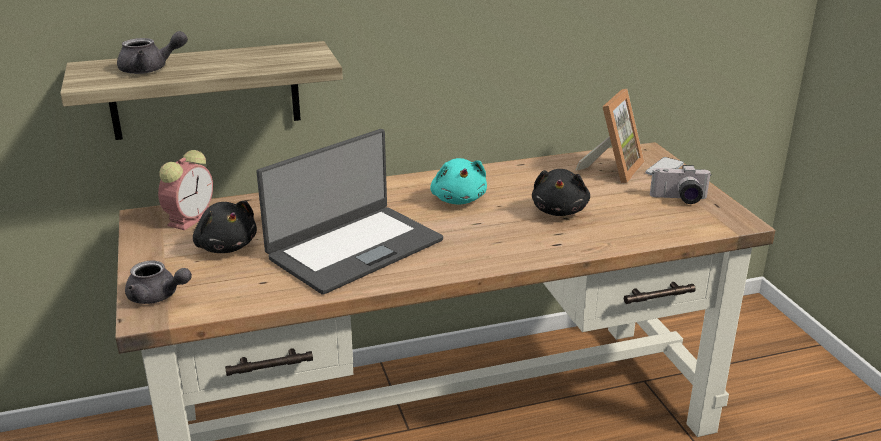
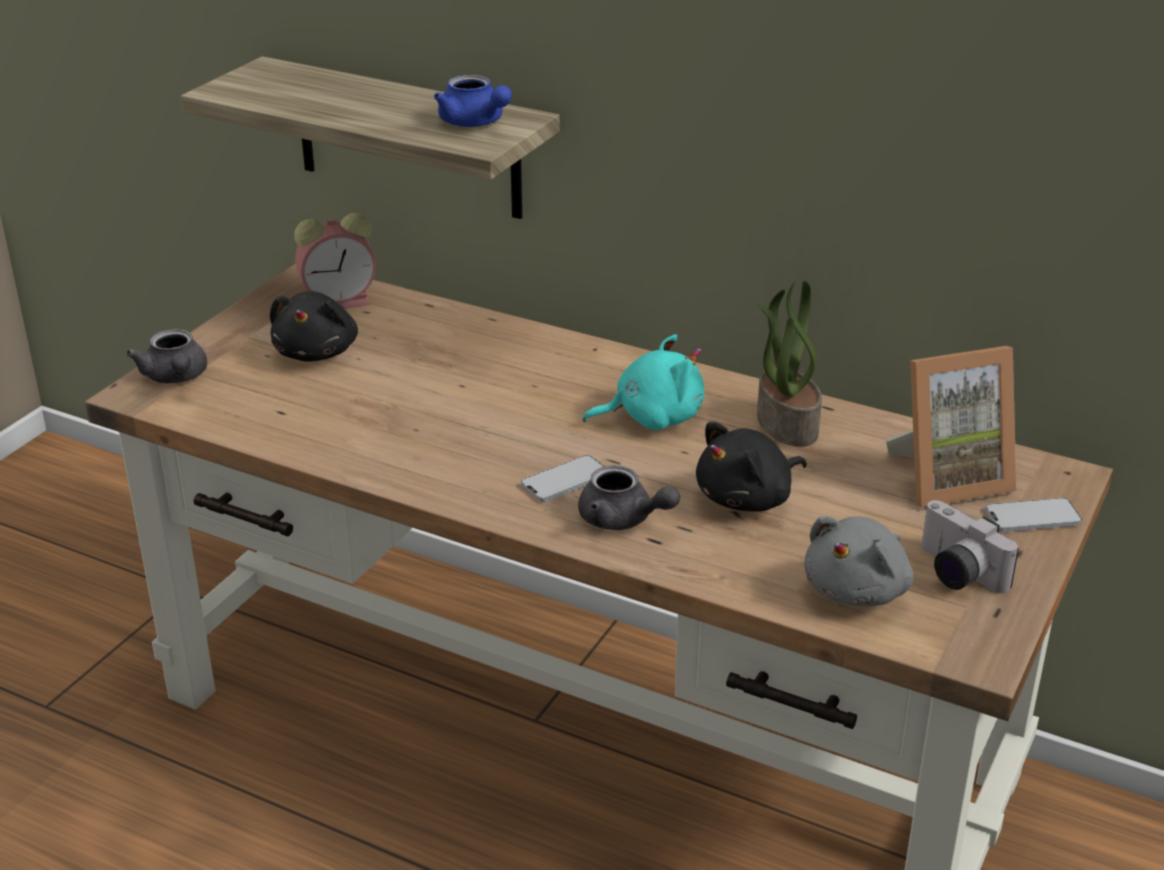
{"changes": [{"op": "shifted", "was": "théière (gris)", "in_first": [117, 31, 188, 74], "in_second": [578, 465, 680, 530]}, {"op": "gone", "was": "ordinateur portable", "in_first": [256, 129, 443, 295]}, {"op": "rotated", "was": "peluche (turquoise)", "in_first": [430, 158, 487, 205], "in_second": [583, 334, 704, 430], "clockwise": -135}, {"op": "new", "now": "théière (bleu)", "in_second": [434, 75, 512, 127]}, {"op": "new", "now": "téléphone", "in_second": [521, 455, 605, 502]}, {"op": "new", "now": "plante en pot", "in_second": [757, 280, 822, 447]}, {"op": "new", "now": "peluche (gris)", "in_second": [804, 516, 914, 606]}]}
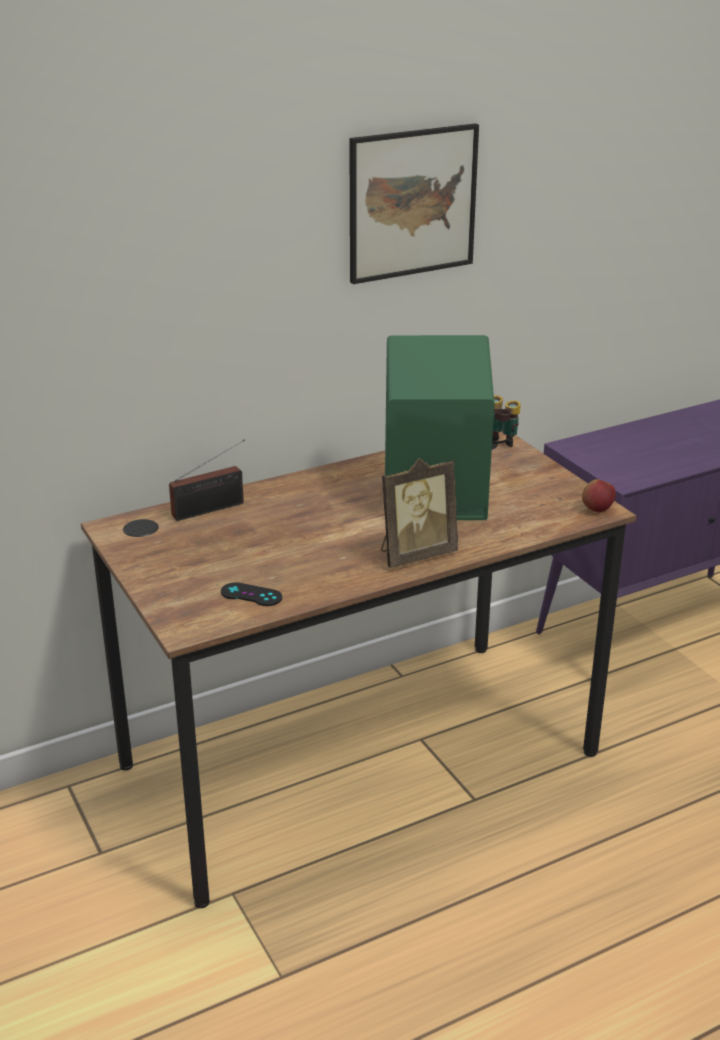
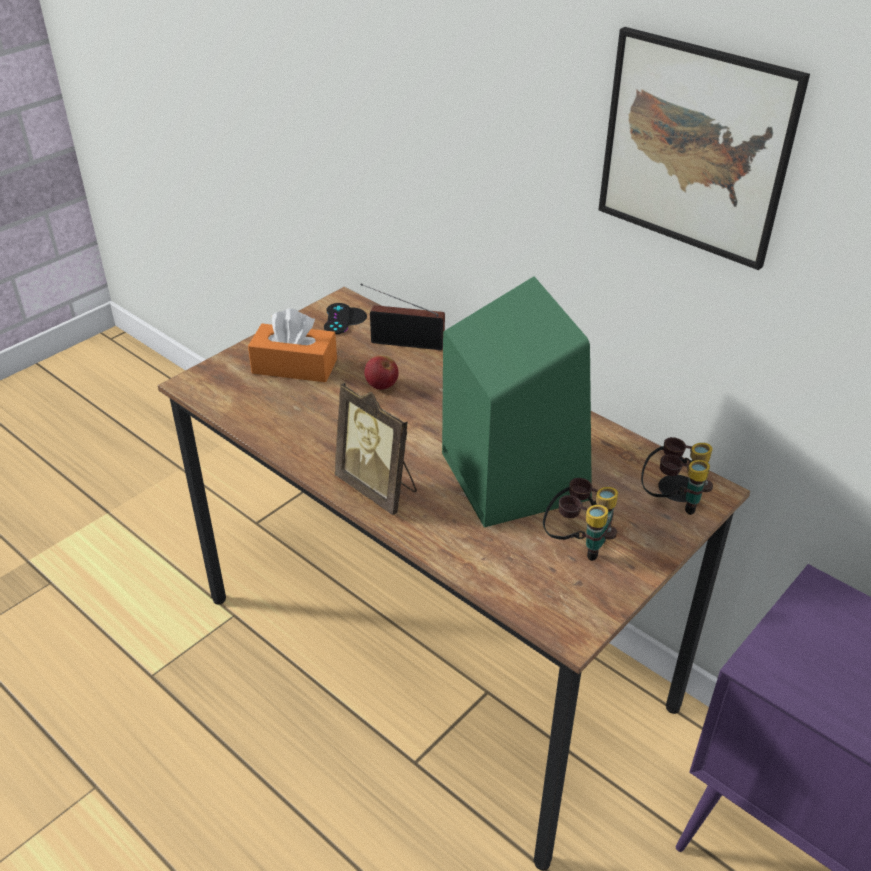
{"changes": [{"op": "rotated", "was": "radio", "in_first": [169, 439, 245, 521], "in_second": [360, 284, 445, 350], "clockwise": 150}, {"op": "shifted", "was": "manette (noir)", "in_first": [221, 582, 282, 606], "in_second": [324, 303, 350, 334]}, {"op": "shifted", "was": "pomme", "in_first": [582, 479, 616, 512], "in_second": [364, 355, 399, 390]}, {"op": "new", "now": "boîte à mouchoirs (orange)", "in_second": [248, 308, 337, 382]}, {"op": "new", "now": "jumelles", "in_second": [543, 478, 618, 561]}]}
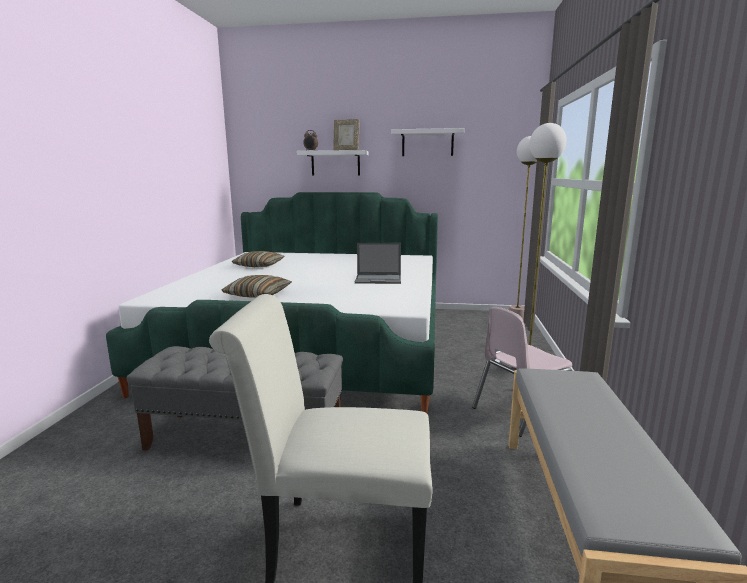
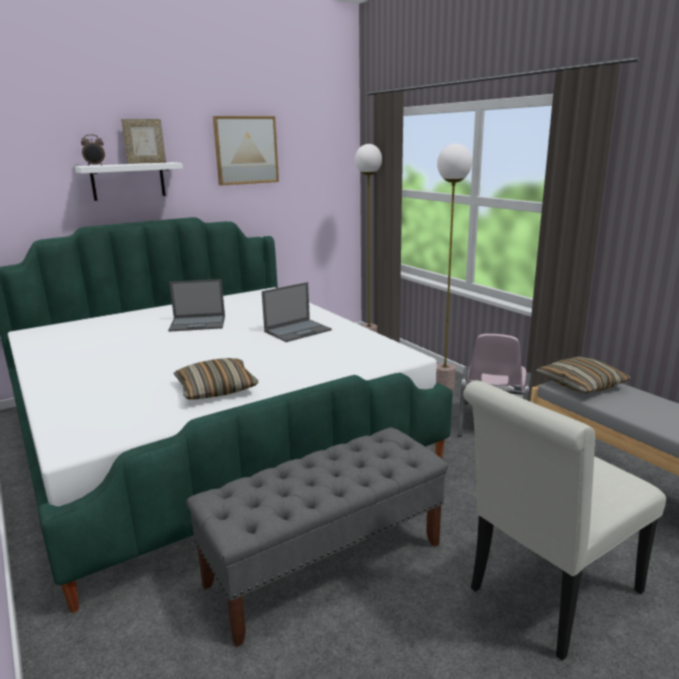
{"changes": [{"op": "shifted", "was": "coussin", "in_first": [232, 251, 285, 267], "in_second": [536, 357, 631, 394]}, {"op": "swapped", "was": "étagère (blanc)", "now": "tableau", "in_first": [391, 128, 465, 156], "in_second": [213, 116, 279, 186]}, {"op": "new", "now": "ordinateur portable", "in_second": [168, 279, 225, 332]}]}
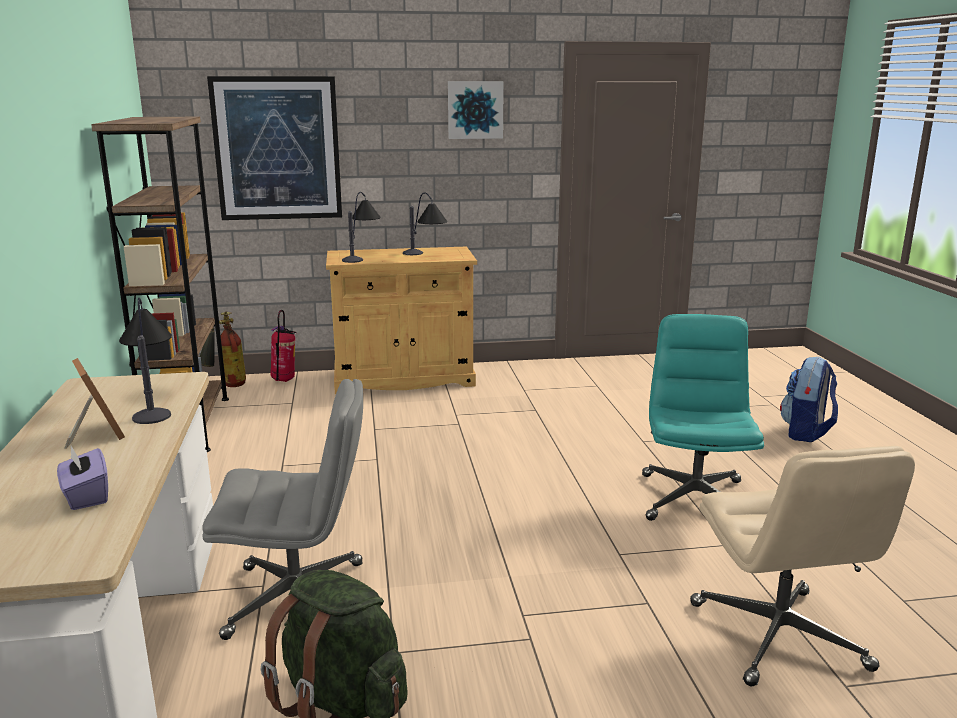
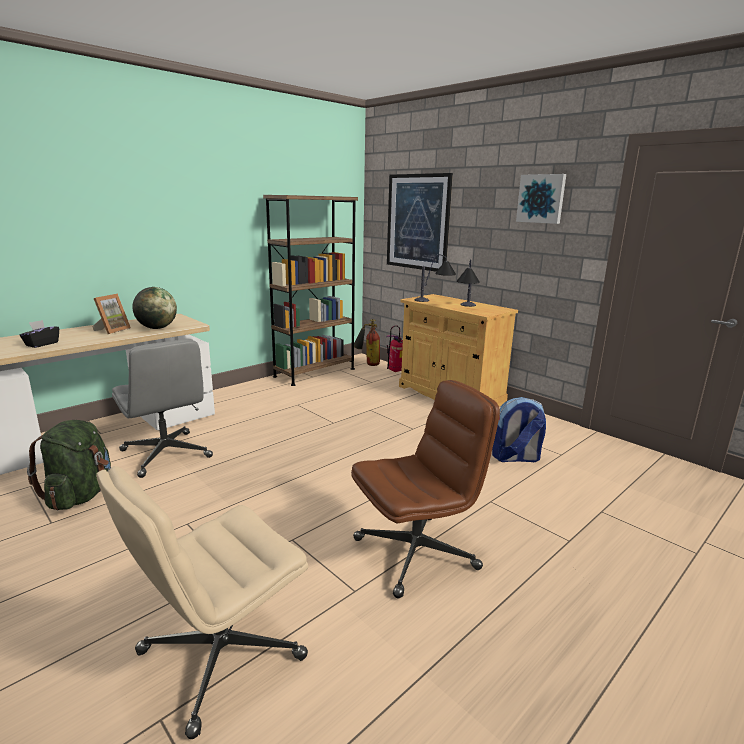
{"changes": [{"op": "repainted", "was": "boîte à mouchoirs (violet)", "now": "boîte à mouchoirs (noir)", "in_first": [57, 446, 108, 510], "in_second": [19, 320, 59, 348]}, {"op": "swapped", "was": "lampe de table", "now": "globe", "in_first": [119, 298, 172, 424], "in_second": [132, 287, 177, 329]}, {"op": "repainted", "was": "chaise de bureau (turquoise)", "now": "chaise de bureau (marron)", "in_first": [642, 314, 764, 521], "in_second": [351, 380, 500, 598]}, {"op": "shifted", "was": "sac à dos", "in_first": [780, 356, 838, 442], "in_second": [492, 397, 546, 462]}]}
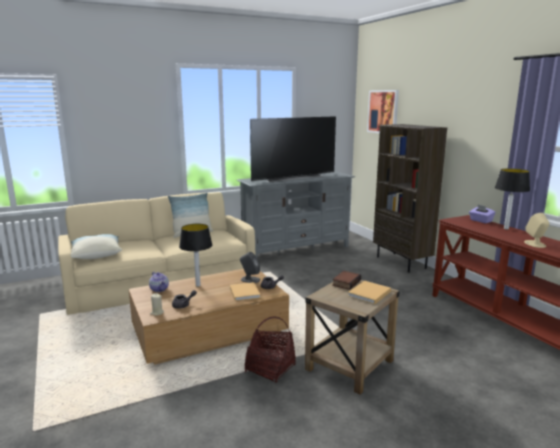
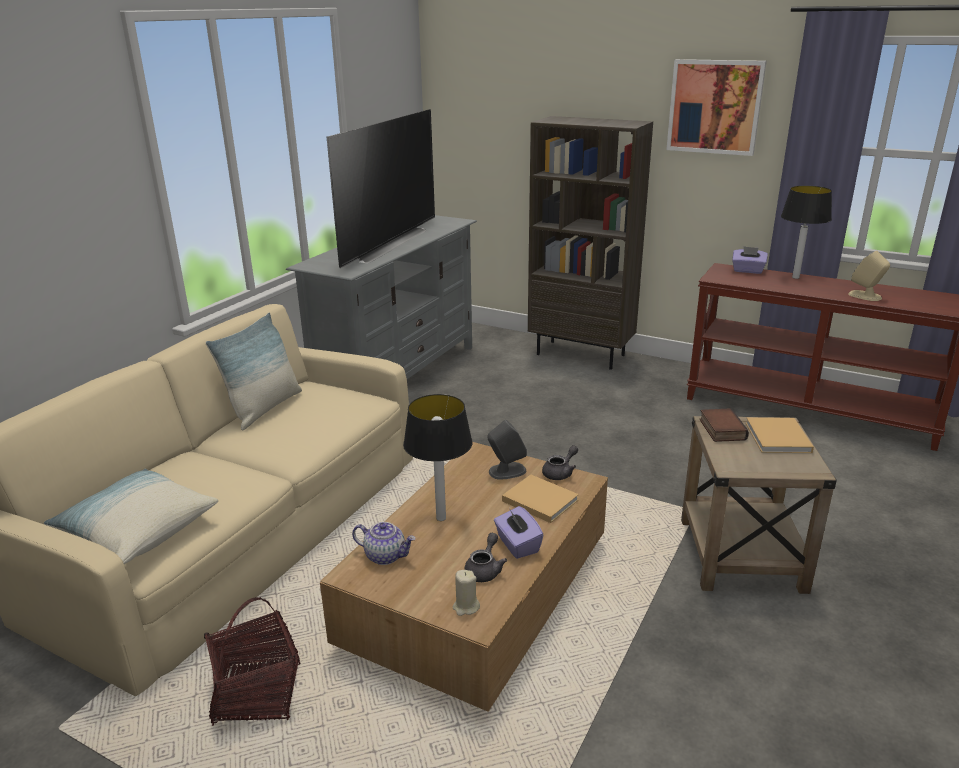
{"changes": [{"op": "shifted", "was": "panier", "in_first": [245, 316, 296, 383], "in_second": [204, 597, 300, 726]}, {"op": "shifted", "was": "tableau", "in_first": [367, 90, 399, 133], "in_second": [666, 59, 767, 156]}, {"op": "new", "now": "boîte à mouchoirs (violet)", "in_second": [494, 506, 543, 559]}]}
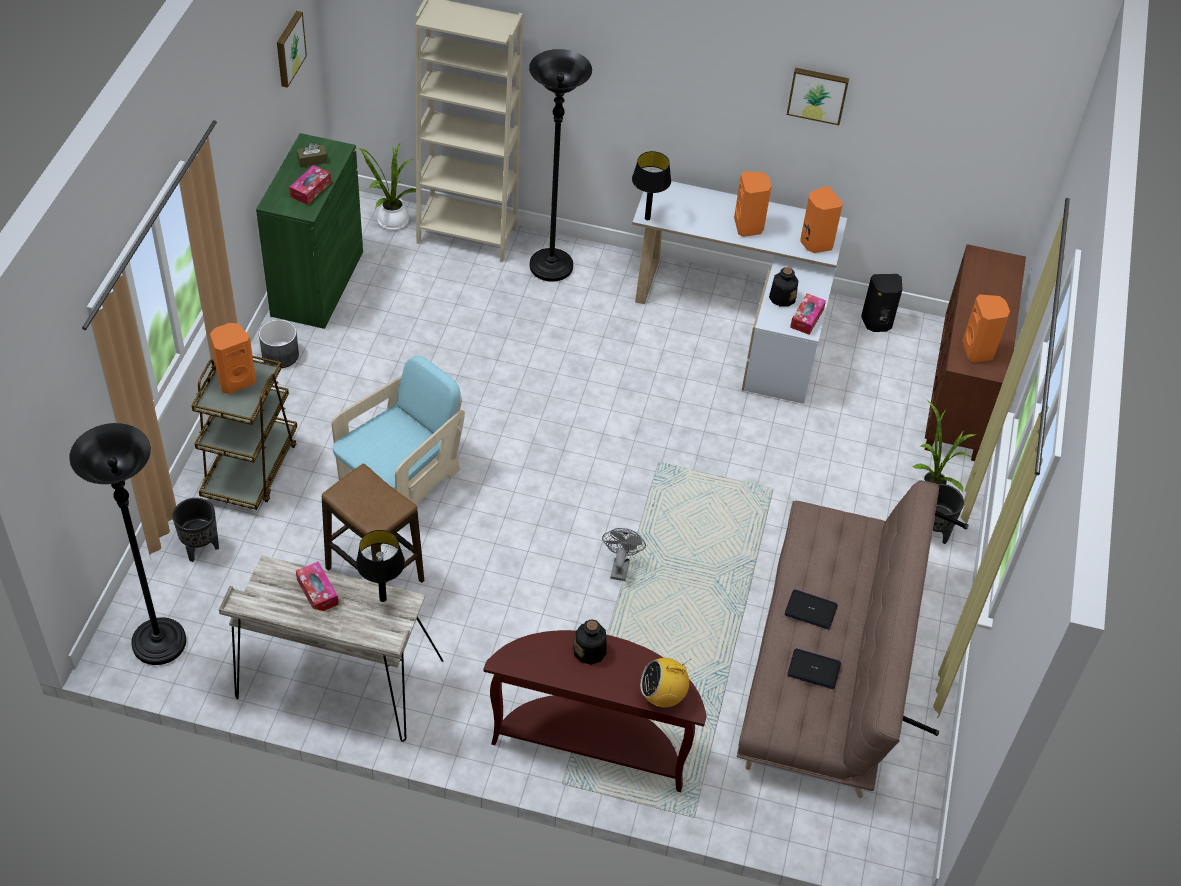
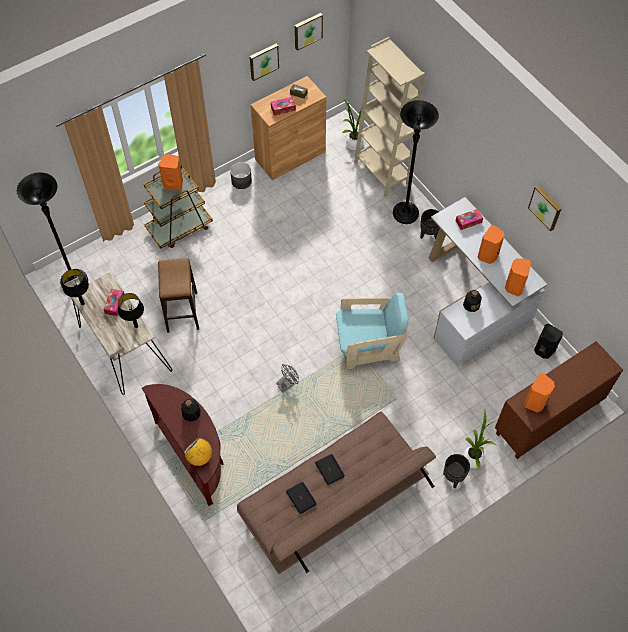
{"changes": [{"op": "shifted", "was": "cache-pot (noir)", "in_first": [173, 498, 219, 562], "in_second": [420, 209, 440, 240]}, {"op": "repainted", "was": "meuble de rangement (vert)", "now": "meuble de rangement (marron)", "in_first": [256, 133, 363, 329], "in_second": [251, 76, 326, 180]}, {"op": "shifted", "was": "fauteuil (turquoise)", "in_first": [331, 356, 465, 505], "in_second": [336, 293, 408, 370]}, {"op": "shifted", "was": "lampe de table (noir)", "in_first": [632, 151, 671, 220], "in_second": [62, 269, 89, 305]}, {"op": "shifted", "was": "boîte à mouchoirs", "in_first": [790, 293, 826, 335], "in_second": [456, 209, 483, 230]}, {"op": "new", "now": "tableau", "in_second": [250, 44, 279, 81]}]}
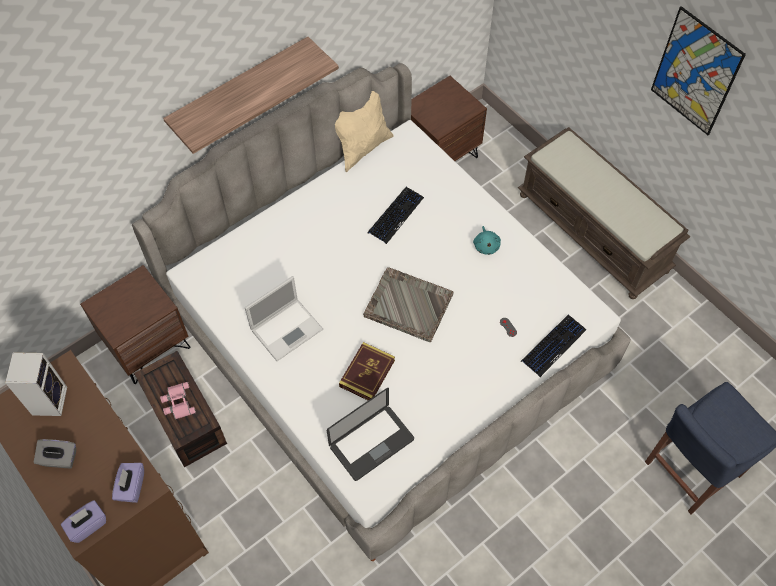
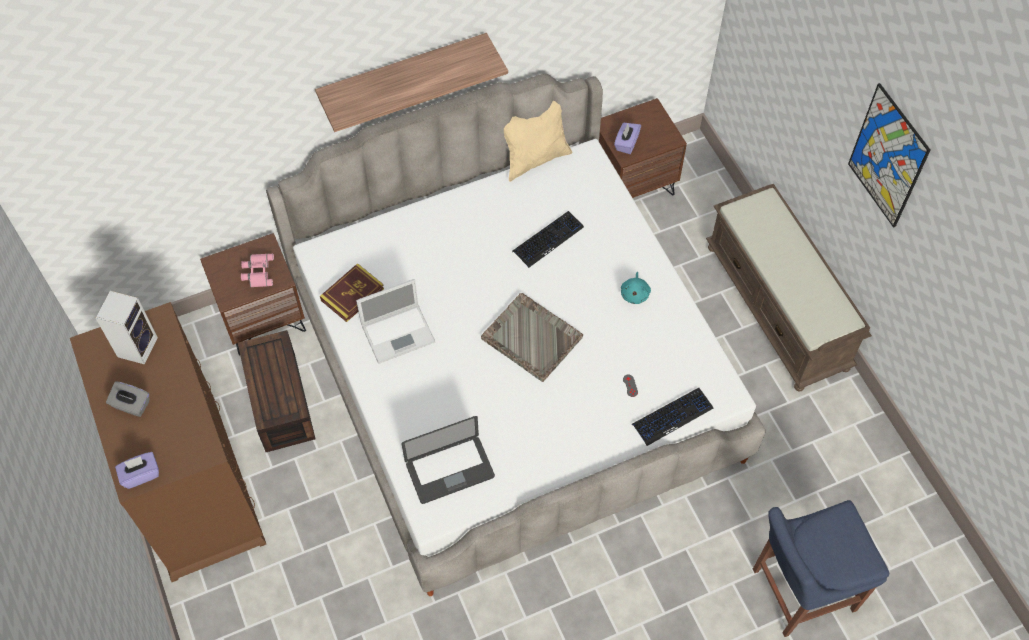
{"changes": [{"op": "shifted", "was": "boîte à mouchoirs (violet)", "in_first": [112, 463, 144, 503], "in_second": [614, 123, 641, 154]}, {"op": "shifted", "was": "jumelles (rose)", "in_first": [160, 382, 196, 420], "in_second": [241, 254, 274, 287]}, {"op": "shifted", "was": "livre", "in_first": [339, 342, 395, 400], "in_second": [320, 263, 384, 322]}]}
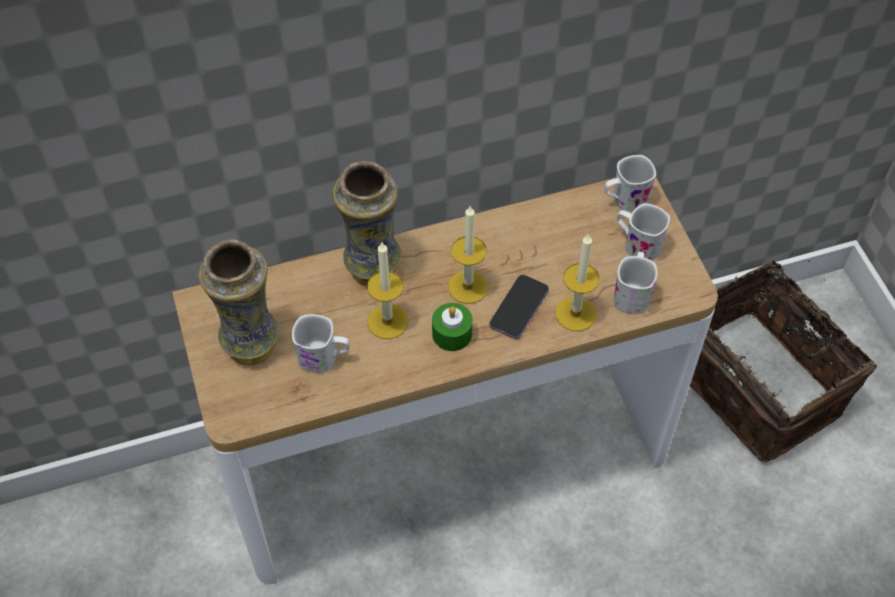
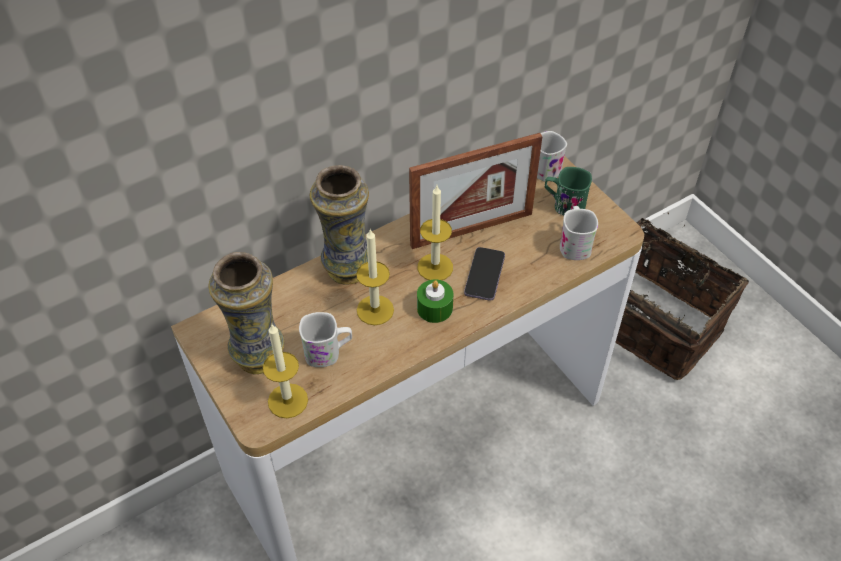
{"changes": [{"op": "shifted", "was": "bougie", "in_first": [555, 233, 600, 331], "in_second": [263, 324, 308, 418]}, {"op": "repainted", "was": "mug (blanc)", "now": "mug (vert)", "in_first": [617, 203, 670, 261], "in_second": [545, 167, 592, 216]}, {"op": "new", "now": "cadre photo", "in_second": [409, 133, 542, 249]}]}
